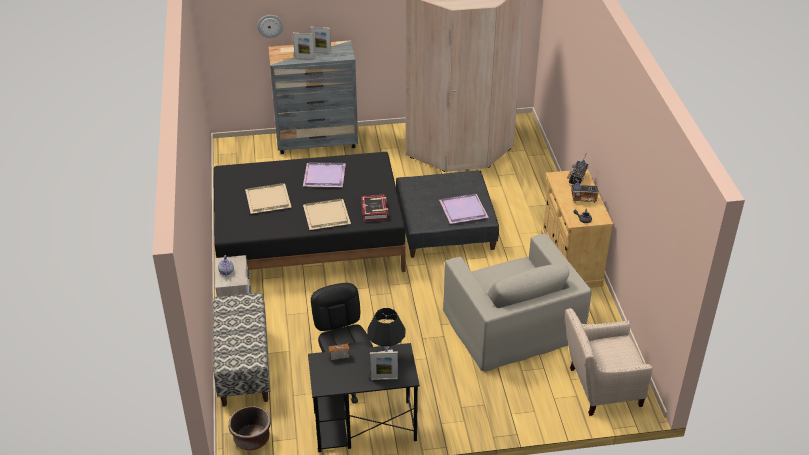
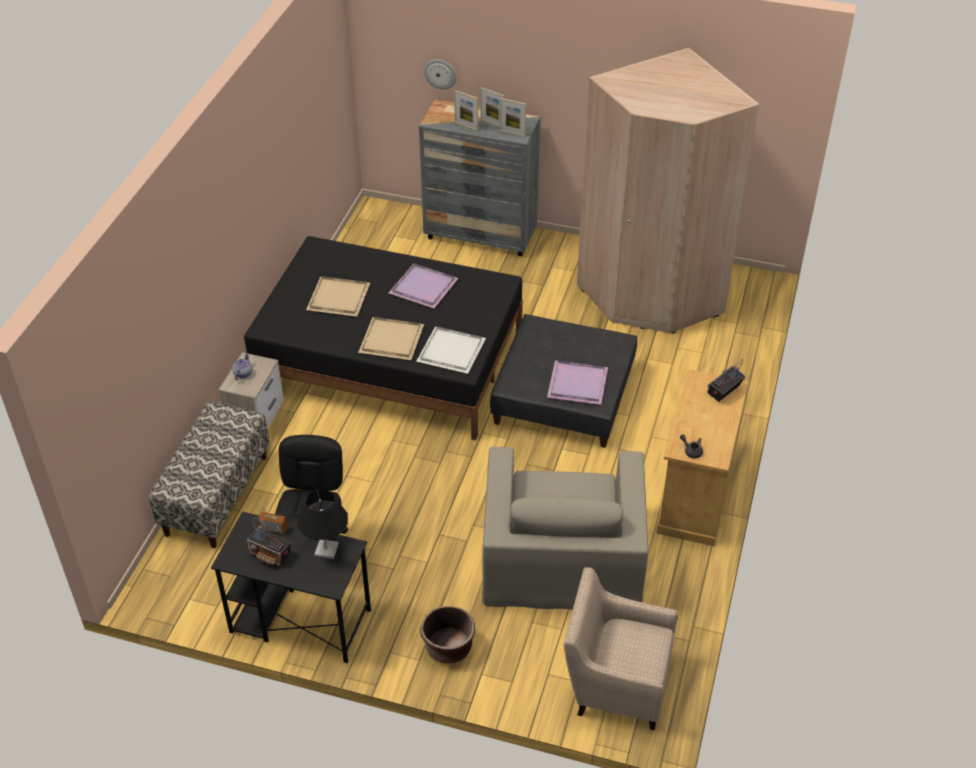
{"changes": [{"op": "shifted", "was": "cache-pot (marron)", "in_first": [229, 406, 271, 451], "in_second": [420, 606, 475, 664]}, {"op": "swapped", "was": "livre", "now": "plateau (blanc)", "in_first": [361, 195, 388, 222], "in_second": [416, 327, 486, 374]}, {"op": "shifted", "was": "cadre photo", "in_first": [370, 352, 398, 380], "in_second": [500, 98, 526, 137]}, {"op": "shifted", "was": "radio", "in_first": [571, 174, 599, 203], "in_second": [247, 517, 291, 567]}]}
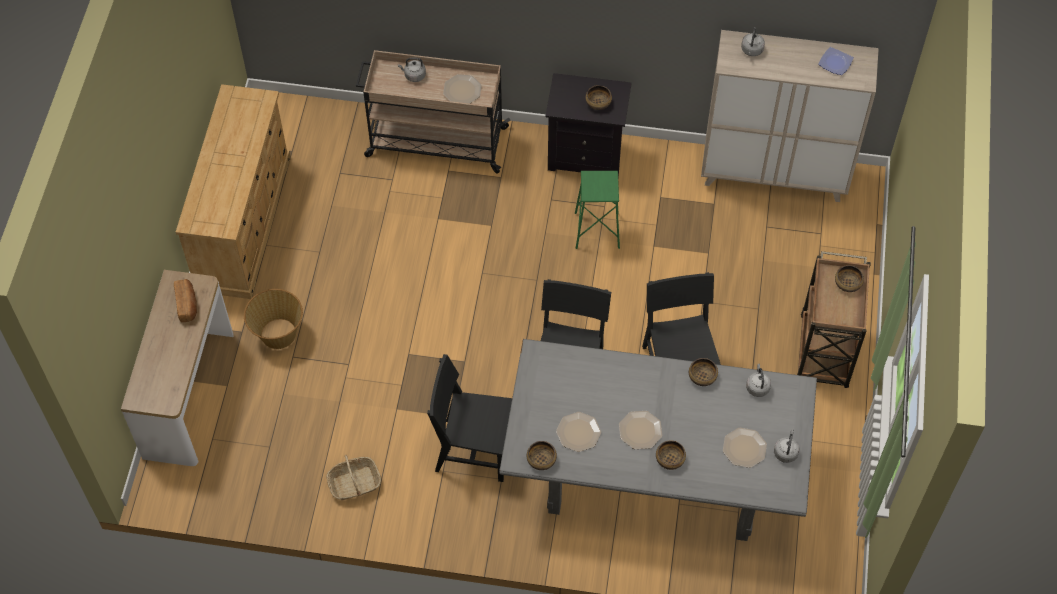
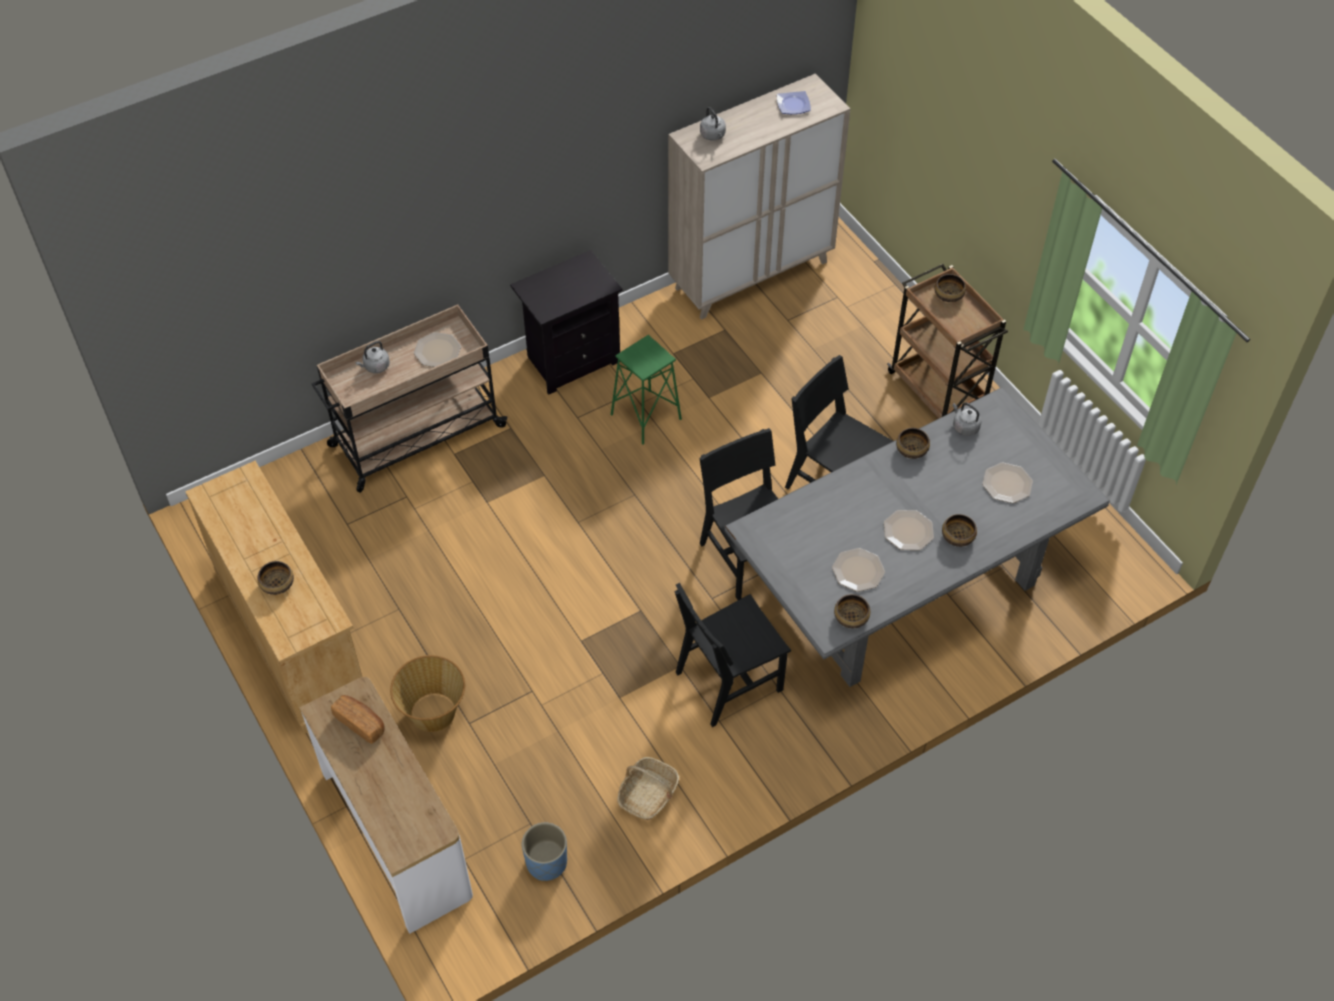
{"changes": [{"op": "shifted", "was": "bol", "in_first": [586, 85, 612, 110], "in_second": [257, 561, 294, 595]}, {"op": "gone", "was": "bouilloire (gris)", "in_first": [774, 429, 799, 463]}, {"op": "new", "now": "cache-pot (bleu)", "in_second": [522, 823, 567, 881]}]}
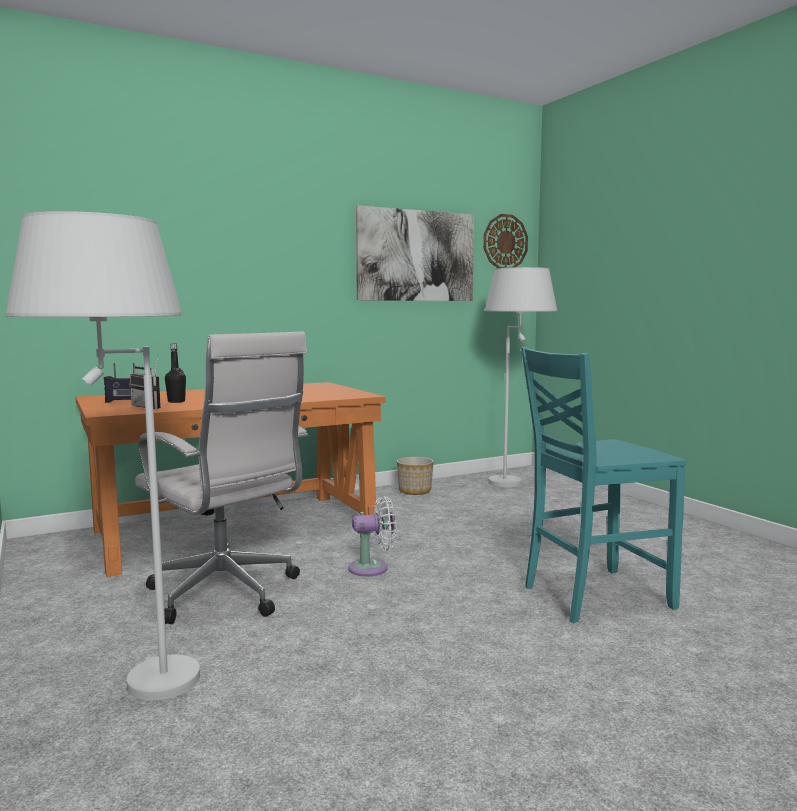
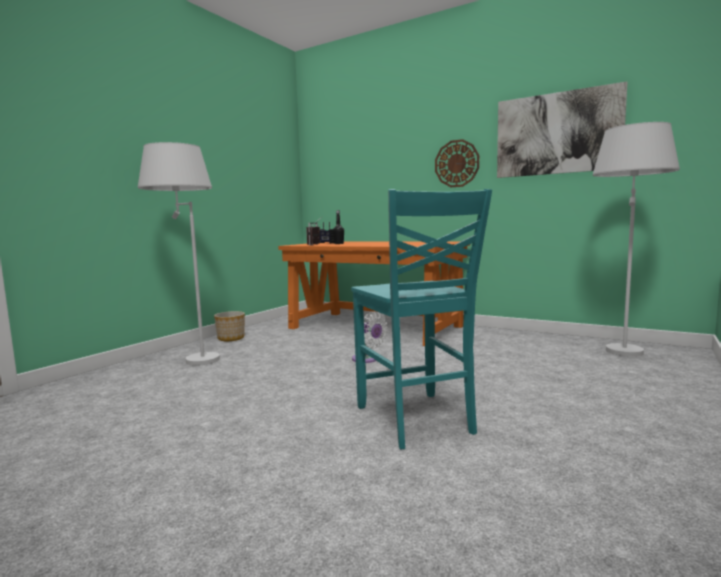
{"changes": [{"op": "gone", "was": "chaise de bureau (blanc)", "in_first": [135, 332, 308, 624]}, {"op": "shifted", "was": "cache-pot", "in_first": [397, 457, 434, 495], "in_second": [214, 311, 245, 341]}, {"op": "shifted", "was": "horloge murale", "in_first": [484, 214, 528, 268], "in_second": [435, 139, 479, 187]}, {"op": "rotated", "was": "chaise (turquoise)", "in_first": [521, 347, 686, 623], "in_second": [351, 189, 492, 449], "clockwise": -150}]}
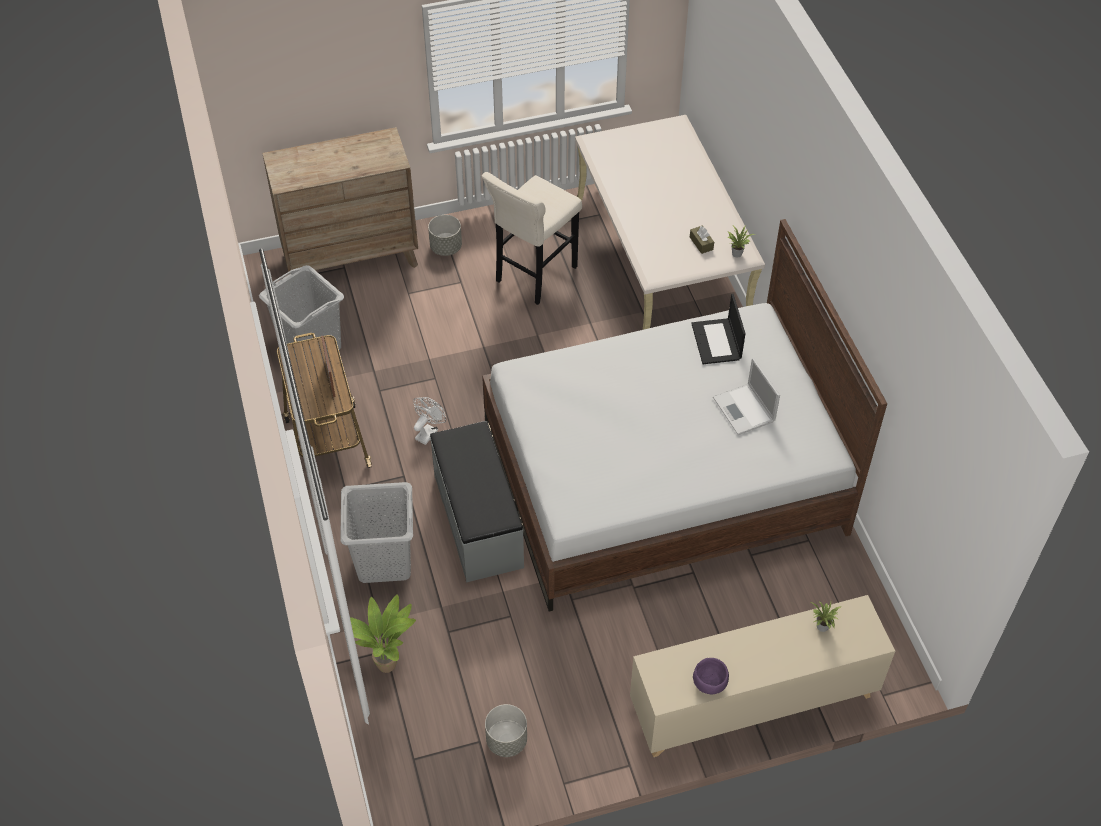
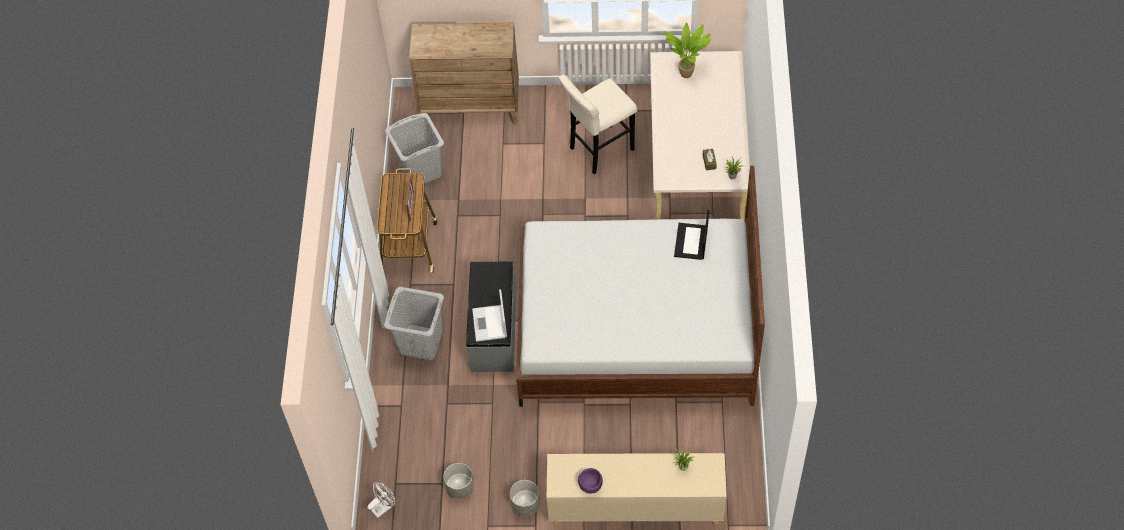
{"changes": [{"op": "shifted", "was": "plante en pot", "in_first": [340, 594, 416, 673], "in_second": [665, 22, 711, 78]}, {"op": "shifted", "was": "ventilateur (blanc)", "in_first": [413, 397, 446, 445], "in_second": [367, 483, 395, 518]}, {"op": "shifted", "was": "cache-pot (gris)", "in_first": [428, 215, 462, 256], "in_second": [510, 480, 540, 516]}, {"op": "shifted", "was": "ordinateur portable", "in_first": [713, 358, 780, 435], "in_second": [472, 289, 507, 342]}]}
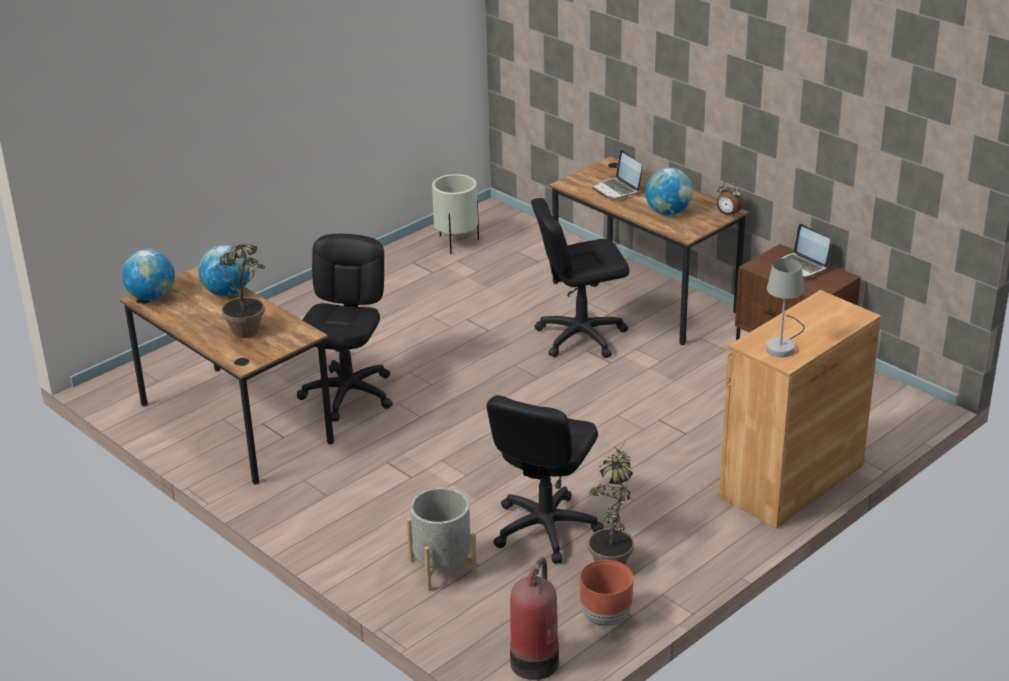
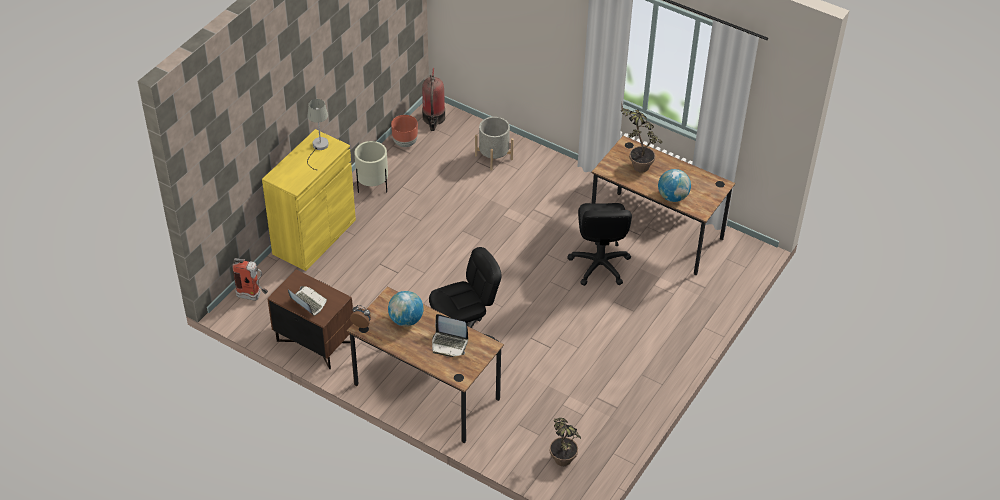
{"changes": [{"op": "gone", "was": "globe", "in_first": [122, 249, 175, 301]}, {"op": "shifted", "was": "cache-pot (beige)", "in_first": [432, 174, 479, 254], "in_second": [354, 141, 388, 193]}, {"op": "gone", "was": "chaise de bureau (noir)", "in_first": [486, 395, 604, 564]}, {"op": "shifted", "was": "plante en pot", "in_first": [588, 440, 634, 565], "in_second": [550, 418, 581, 466]}, {"op": "rotated", "was": "ordinateur portable", "in_first": [592, 150, 642, 198], "in_second": [432, 314, 468, 357], "clockwise": 150}, {"op": "repainted", "was": "meuble de rangement (marron)", "now": "meuble de rangement (jaune)", "in_first": [719, 290, 881, 529], "in_second": [262, 129, 356, 271]}, {"op": "new", "now": "extincteur", "in_second": [232, 258, 268, 301]}]}
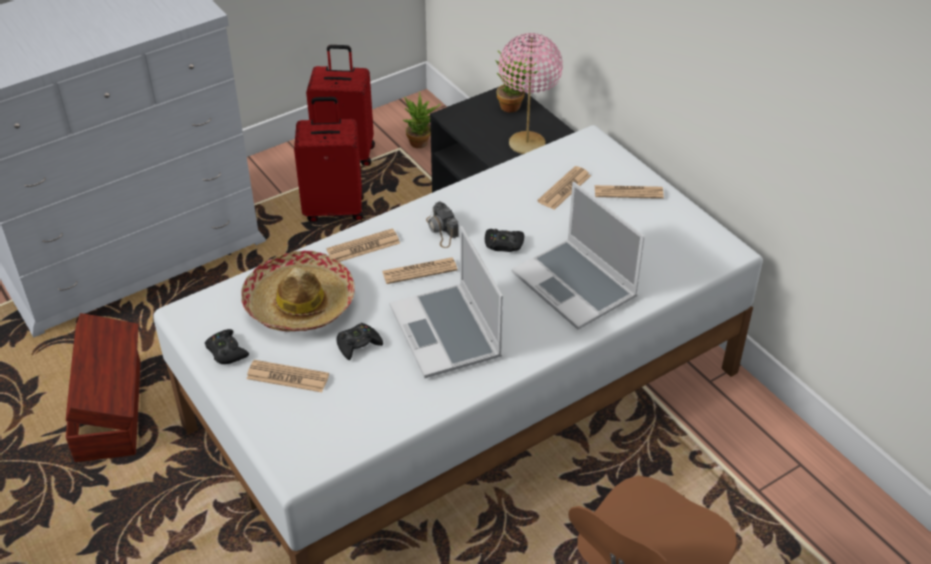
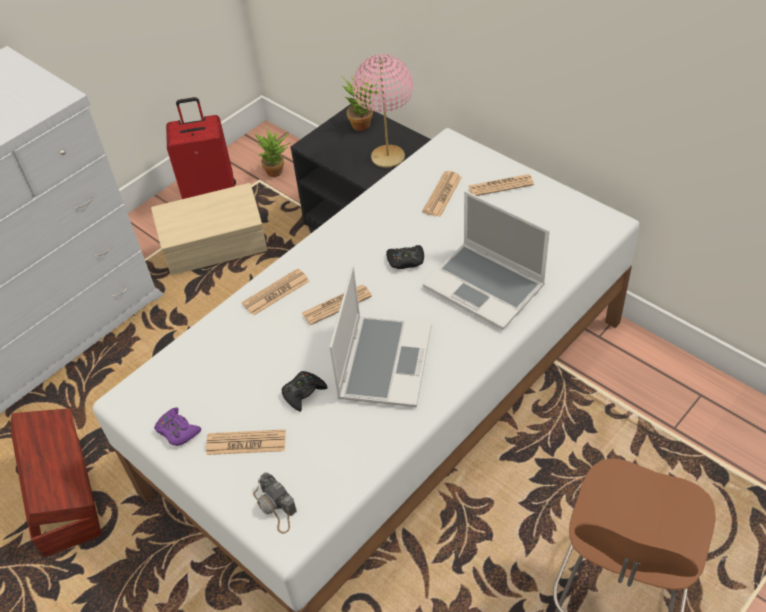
{"changes": [{"op": "repainted", "was": "manette (noir)", "now": "manette (violet)", "in_first": [205, 329, 249, 364], "in_second": [154, 407, 201, 446]}, {"op": "gone", "was": "chapeau", "in_first": [241, 250, 355, 331]}, {"op": "swapped", "was": "valise (rouge)", "now": "boîte de rangement (beige)", "in_first": [294, 97, 364, 221], "in_second": [151, 183, 267, 275]}, {"op": "rotated", "was": "ordinateur portable", "in_first": [389, 226, 503, 378], "in_second": [329, 266, 432, 407], "clockwise": -135}, {"op": "shifted", "was": "appareil photo", "in_first": [426, 201, 459, 248], "in_second": [253, 472, 297, 534]}]}
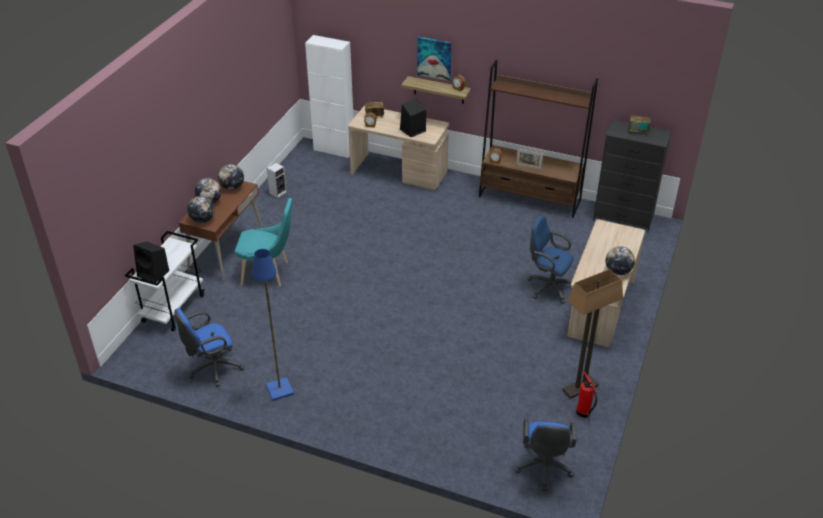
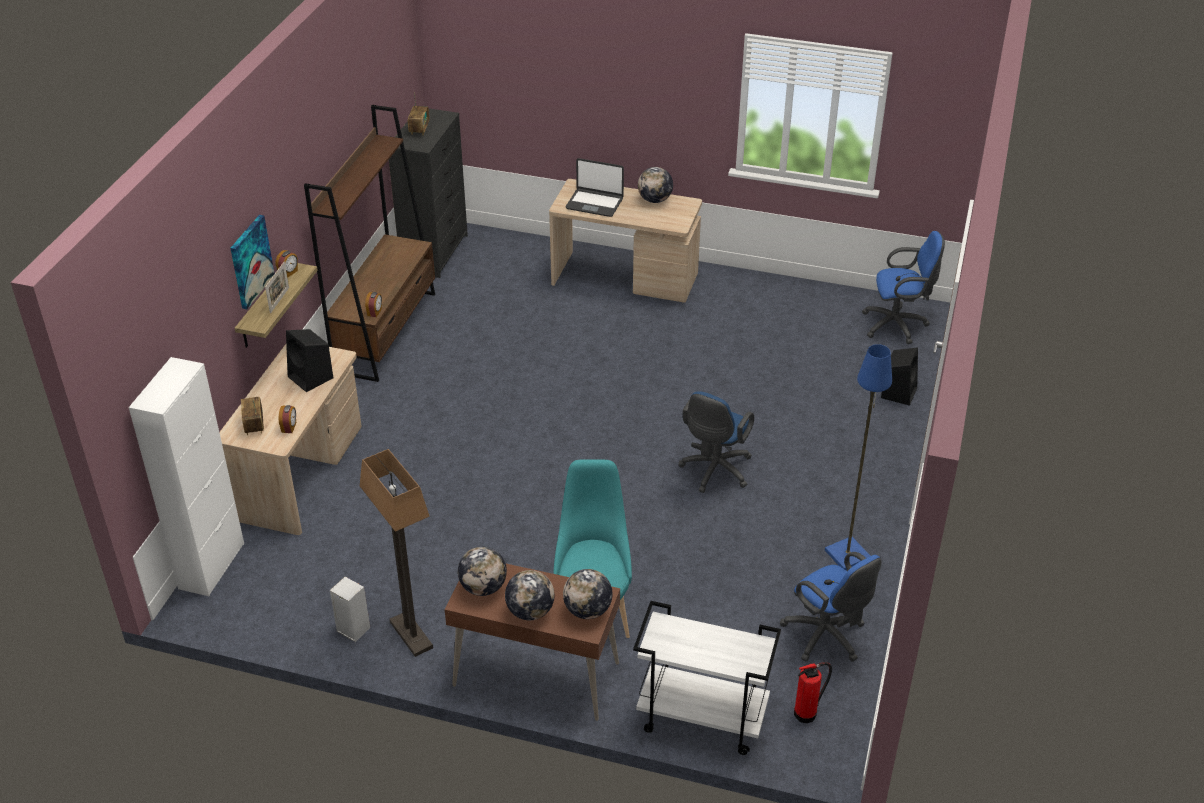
{"changes": [{"op": "shifted", "was": "enceinte (noir)", "in_first": [133, 242, 169, 283], "in_second": [881, 347, 918, 406]}, {"op": "shifted", "was": "cadre photo", "in_first": [516, 149, 543, 169], "in_second": [265, 261, 289, 314]}, {"op": "shifted", "was": "chaise de bureau (bleu)", "in_first": [527, 215, 574, 304], "in_second": [678, 391, 754, 493]}, {"op": "shifted", "was": "lampadaire", "in_first": [562, 269, 623, 399], "in_second": [360, 449, 433, 657]}, {"op": "shifted", "was": "extincteur", "in_first": [576, 371, 597, 418], "in_second": [794, 662, 832, 723]}, {"op": "new", "now": "ordinateur portable", "in_second": [565, 158, 624, 217]}]}
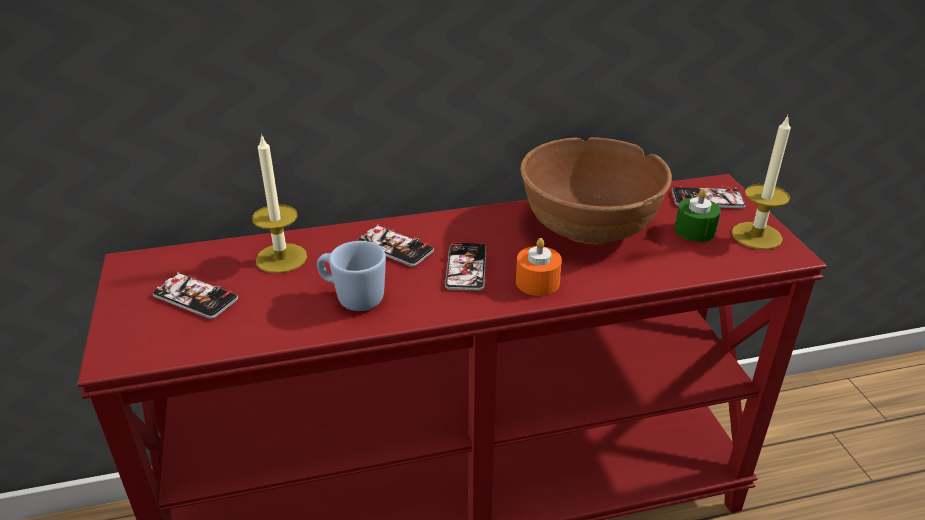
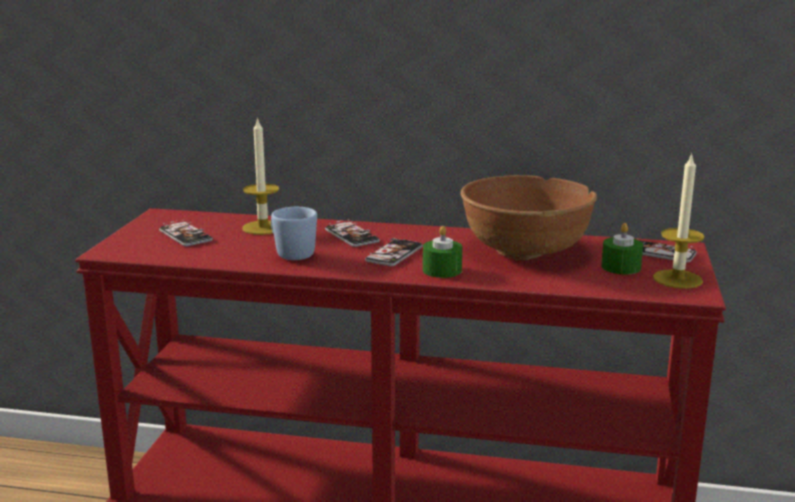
{"changes": [{"op": "repainted", "was": "bougie (orange)", "now": "bougie (vert)", "in_first": [516, 238, 562, 296], "in_second": [423, 226, 462, 278]}]}
